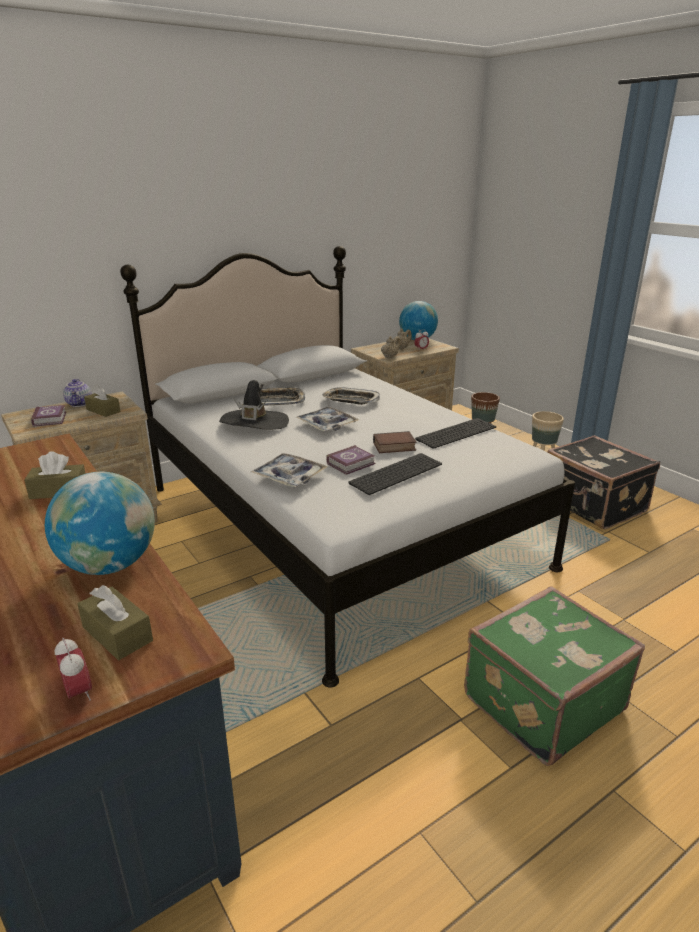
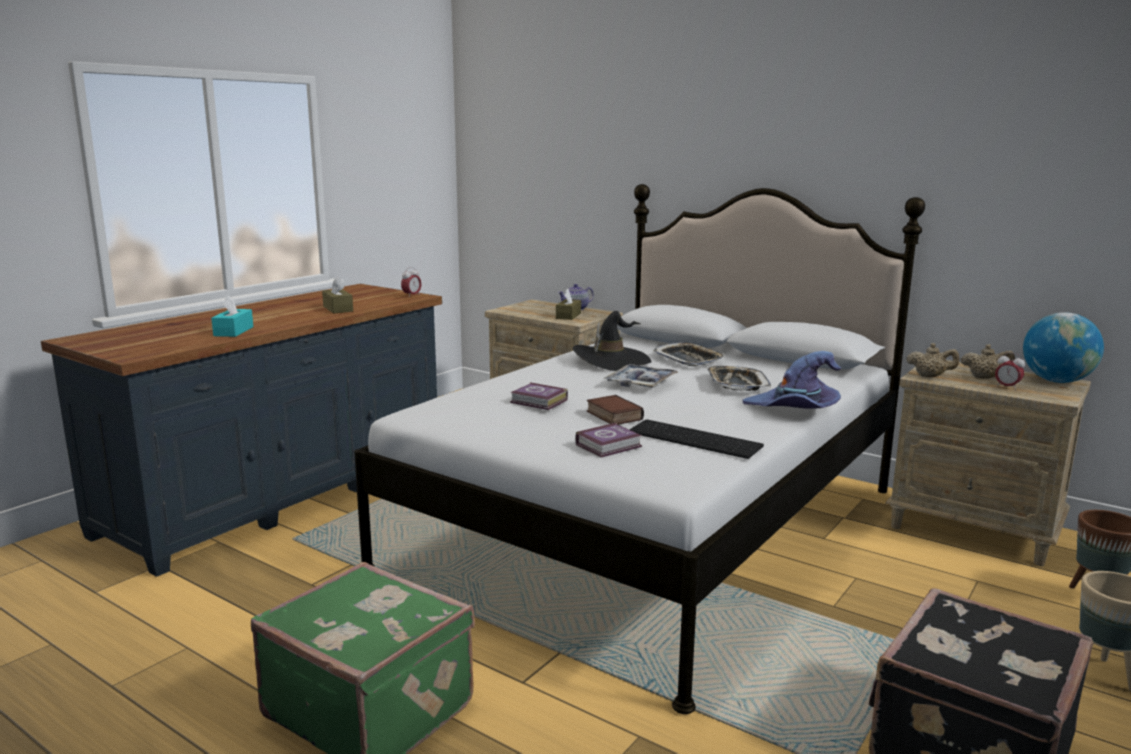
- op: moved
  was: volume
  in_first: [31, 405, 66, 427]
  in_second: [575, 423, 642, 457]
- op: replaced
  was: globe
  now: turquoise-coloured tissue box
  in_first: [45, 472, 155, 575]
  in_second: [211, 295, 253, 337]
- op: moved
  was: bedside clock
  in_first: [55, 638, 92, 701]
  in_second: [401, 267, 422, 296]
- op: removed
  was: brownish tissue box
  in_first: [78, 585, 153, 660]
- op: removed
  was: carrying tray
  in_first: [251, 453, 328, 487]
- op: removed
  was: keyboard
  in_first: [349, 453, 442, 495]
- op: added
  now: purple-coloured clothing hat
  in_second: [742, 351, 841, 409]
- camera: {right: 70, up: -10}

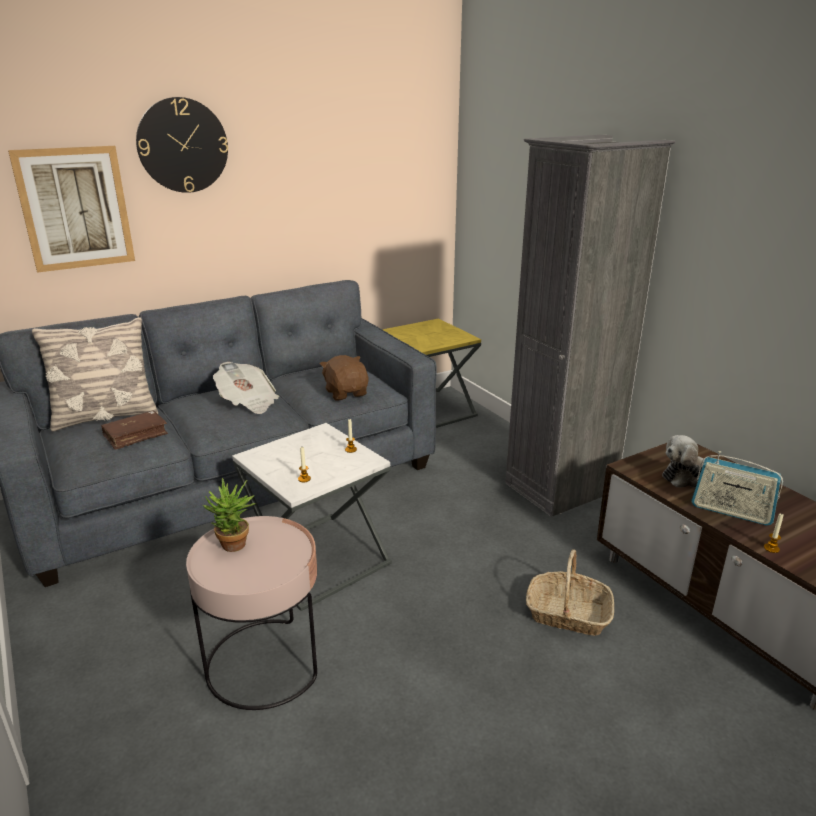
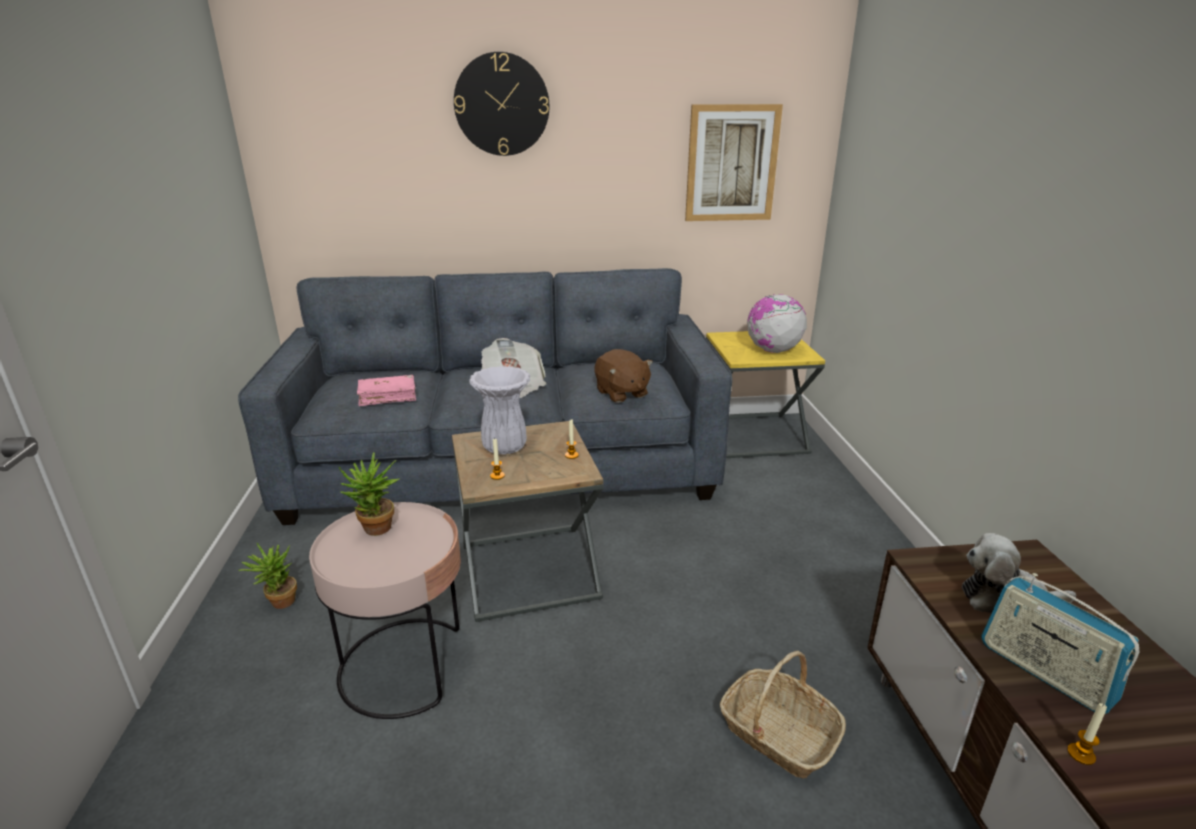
- op: moved
  was: wall picture
  in_first: [8, 146, 135, 273]
  in_second: [685, 104, 783, 221]
- op: removed
  was: beige-coloured cushion
  in_first: [32, 317, 158, 431]
- op: recoloured
  was: brownish volume
  now: pink-coloured volume
  in_first: [101, 410, 168, 450]
  in_second: [357, 375, 416, 406]
- op: recoloured
  was: whitish accent table
  now: brownish accent table
  in_first: [232, 423, 392, 611]
  in_second: [452, 421, 603, 622]
- op: turned
  was: brownish soft toy
  in_first: [320, 355, 369, 400]
  in_second: [594, 349, 653, 403]
  clockwise: 150
- op: removed
  was: greyish cabinet
  in_first: [505, 135, 676, 517]
- op: added
  now: plant in a pot
  in_second: [239, 543, 297, 609]
- op: added
  now: whitish flower vase
  in_second: [469, 366, 531, 455]
- op: added
  now: globe
  in_second: [747, 294, 807, 353]
- camera: {right: 25, up: 0}

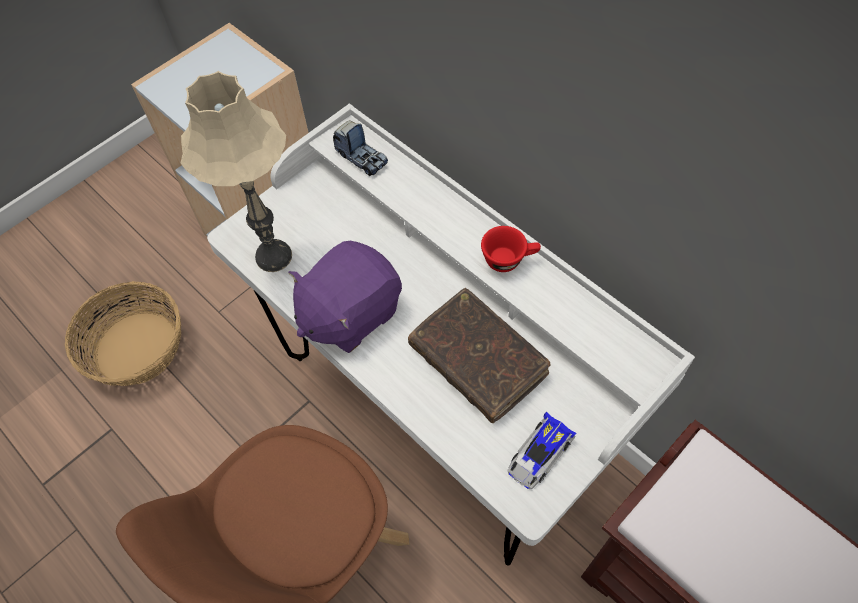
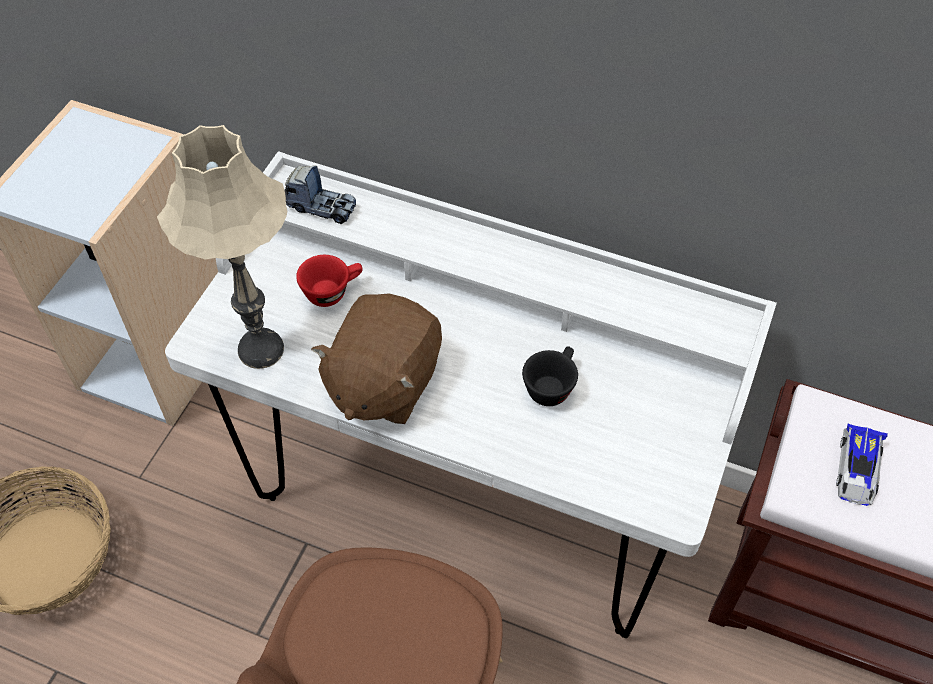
- op: recoloured
  was: purple-coloured soft toy
  now: brownish soft toy
  in_first: [289, 241, 402, 353]
  in_second: [311, 293, 442, 424]
- op: replaced
  was: brownish volume
  now: black-coloured drinking cup
  in_first: [408, 288, 551, 423]
  in_second: [522, 346, 578, 406]
- op: moved
  was: red-coloured drinking cup
  in_first: [481, 226, 541, 272]
  in_second: [296, 255, 363, 307]
- op: moved
  was: model car
  in_first: [508, 412, 576, 489]
  in_second: [836, 423, 888, 506]
- camera: {right: -25, up: -5}

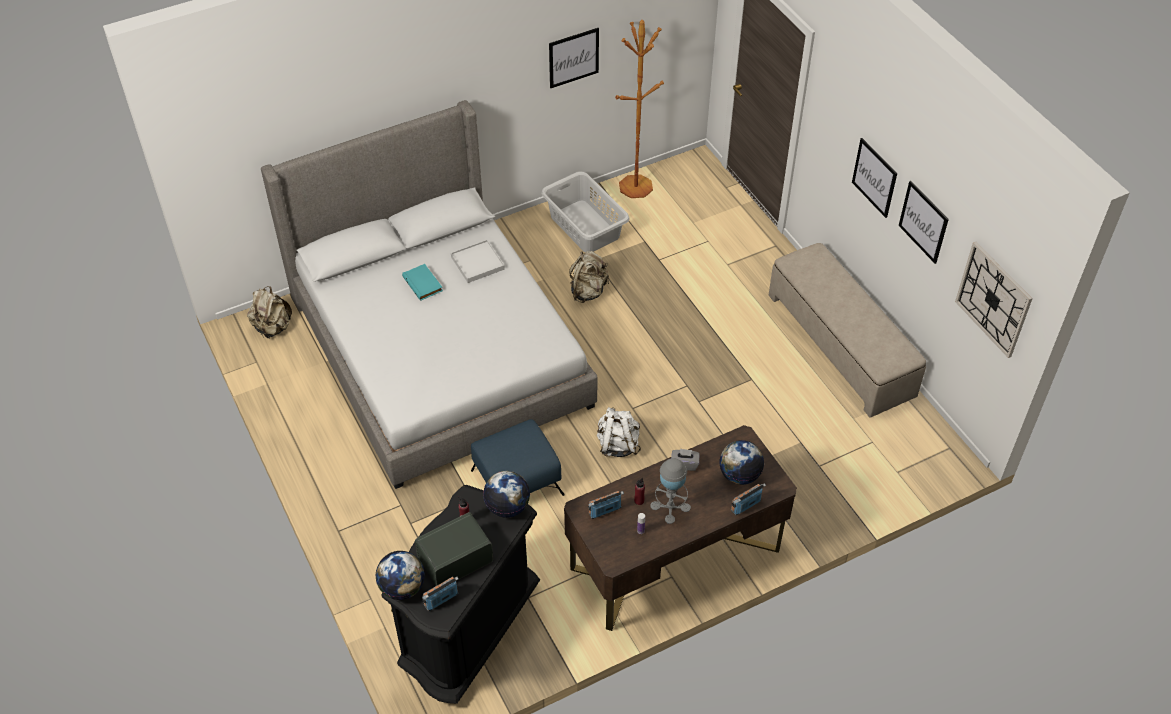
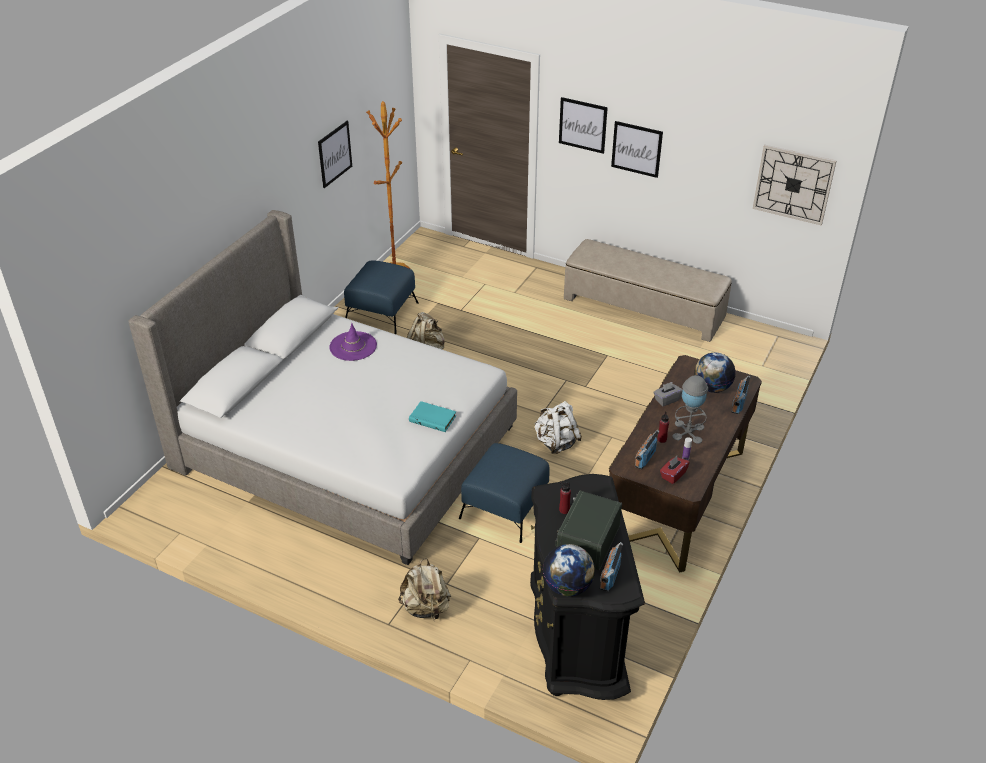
- op: moved
  was: beige-coloured backpack
  in_first: [247, 286, 292, 338]
  in_second: [398, 558, 451, 619]
- op: moved
  was: turquoise-coloured volume
  in_first: [402, 264, 443, 301]
  in_second: [409, 401, 457, 432]
- op: replaced
  was: whitish carrying tray
  now: purple-coloured clothing hat
  in_first: [451, 240, 505, 283]
  in_second: [329, 323, 377, 361]
- op: removed
  was: globe
  in_first: [483, 471, 530, 518]
- op: replaced
  was: greyish hamper
  now: bluish ottoman
  in_first: [541, 171, 630, 252]
  in_second: [344, 261, 418, 334]
- op: moved
  was: wall picture
  in_first: [899, 181, 949, 264]
  in_second: [559, 97, 608, 154]
- op: added
  now: red-coloured tissue box
  in_second: [660, 456, 690, 484]
- camera: {right: -35, up: -10}

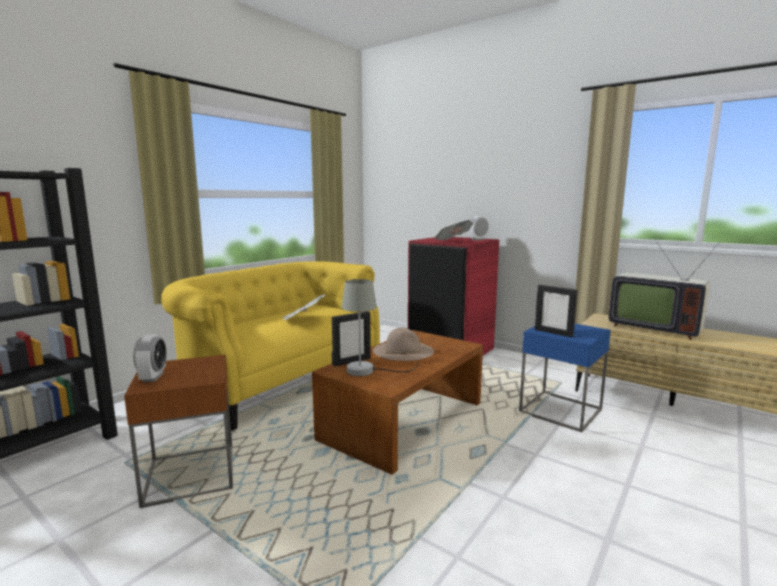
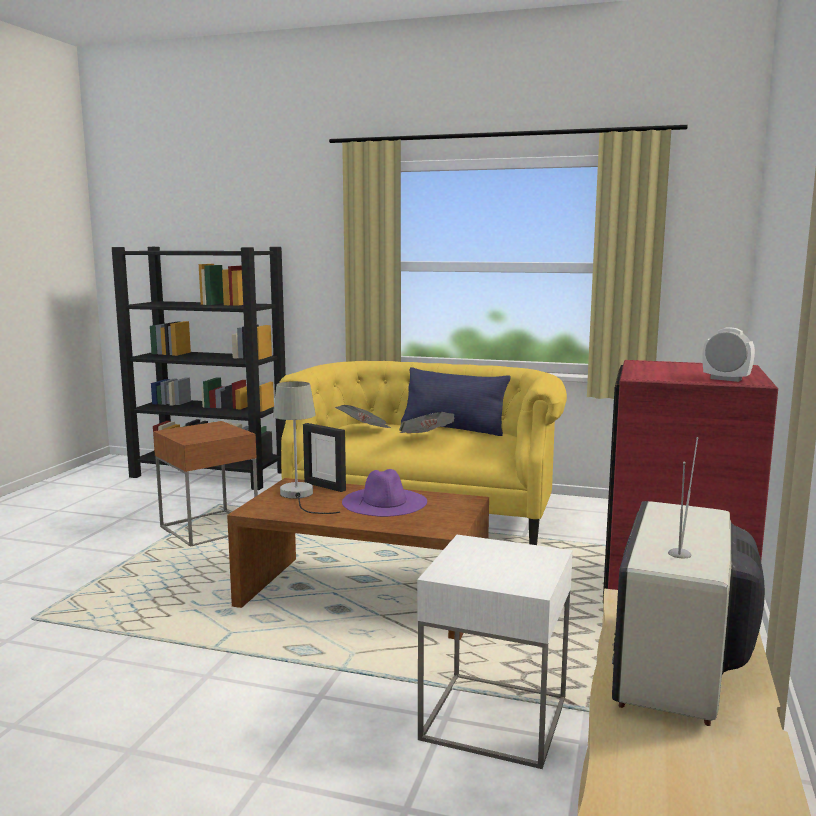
- op: removed
  was: bedside clock
  in_first: [133, 334, 167, 382]
- op: recoloured
  was: beige-coloured clothing hat
  now: purple-coloured clothing hat
  in_first: [373, 327, 434, 361]
  in_second: [342, 469, 427, 517]
- op: moved
  was: daily paper
  in_first: [434, 220, 474, 240]
  in_second: [335, 405, 392, 428]
- op: recoloured
  was: bluish accent table
  now: whitish accent table
  in_first: [519, 324, 611, 432]
  in_second: [417, 535, 573, 769]
- op: removed
  was: standing frame
  in_first: [535, 285, 578, 338]
- op: added
  now: bluish cushion
  in_second: [401, 367, 511, 436]
- camera: {right: 70, up: 0}

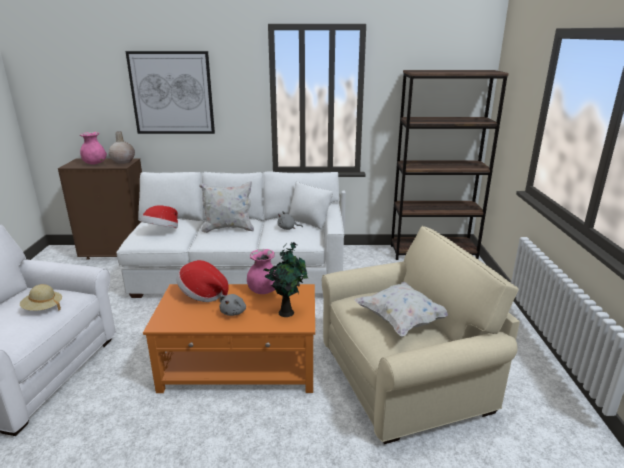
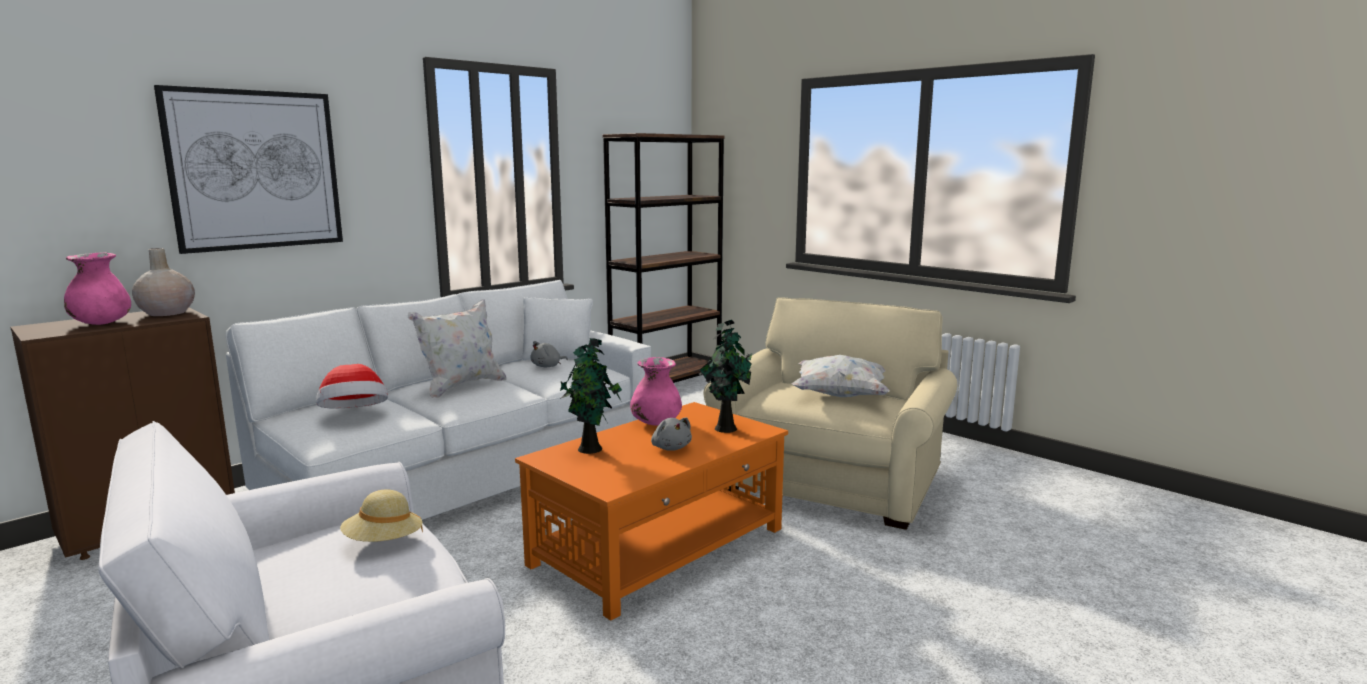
- op: replaced
  was: clothing hat
  now: plant in a pot
  in_first: [176, 260, 229, 302]
  in_second: [560, 338, 622, 454]
- camera: {right: -45, up: -10}

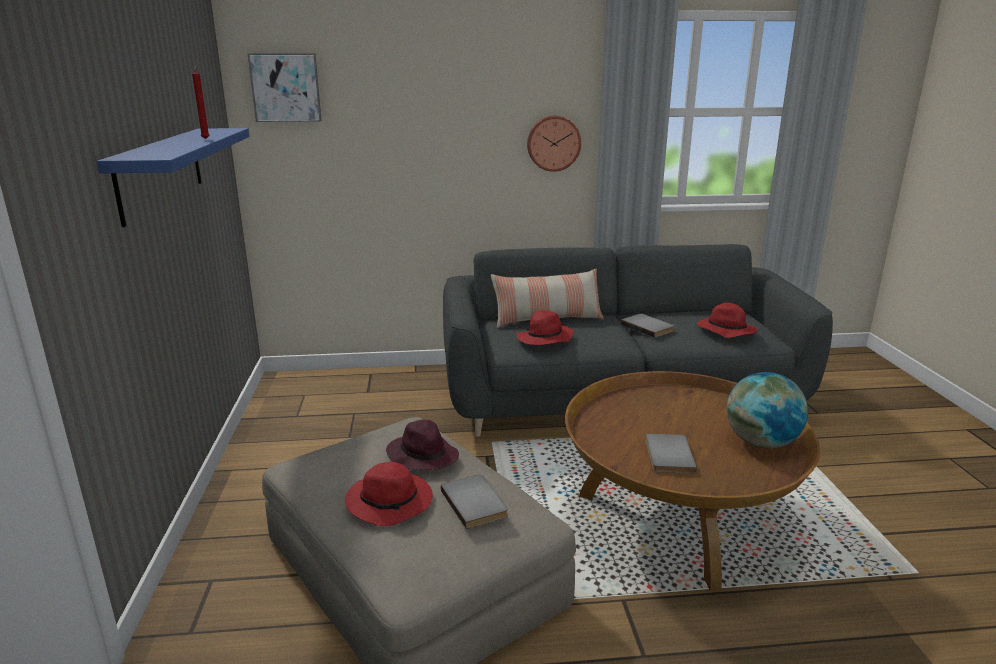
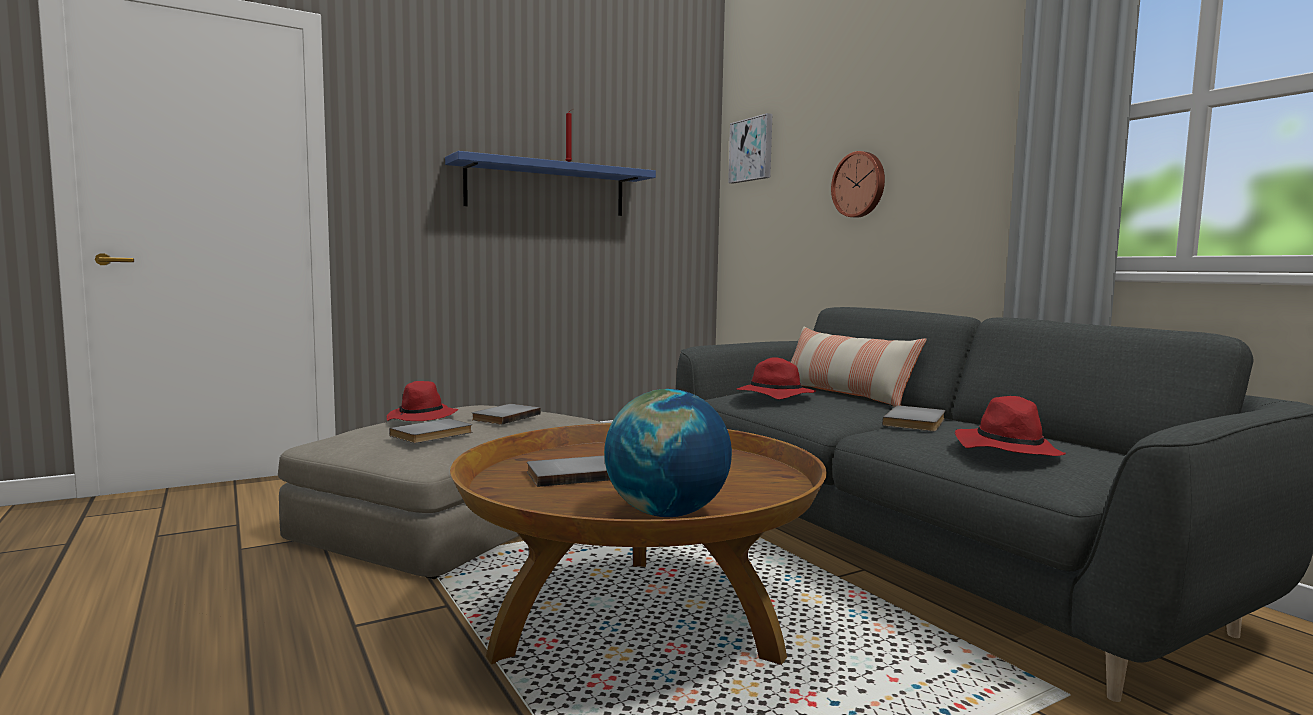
- op: replaced
  was: purple-coloured clothing hat
  now: greyish volume
  in_first: [386, 420, 459, 470]
  in_second: [472, 404, 541, 425]
- op: moved
  was: hanging clock
  in_first: [527, 116, 581, 172]
  in_second: [831, 151, 885, 218]
- camera: {right: 65, up: -15}

